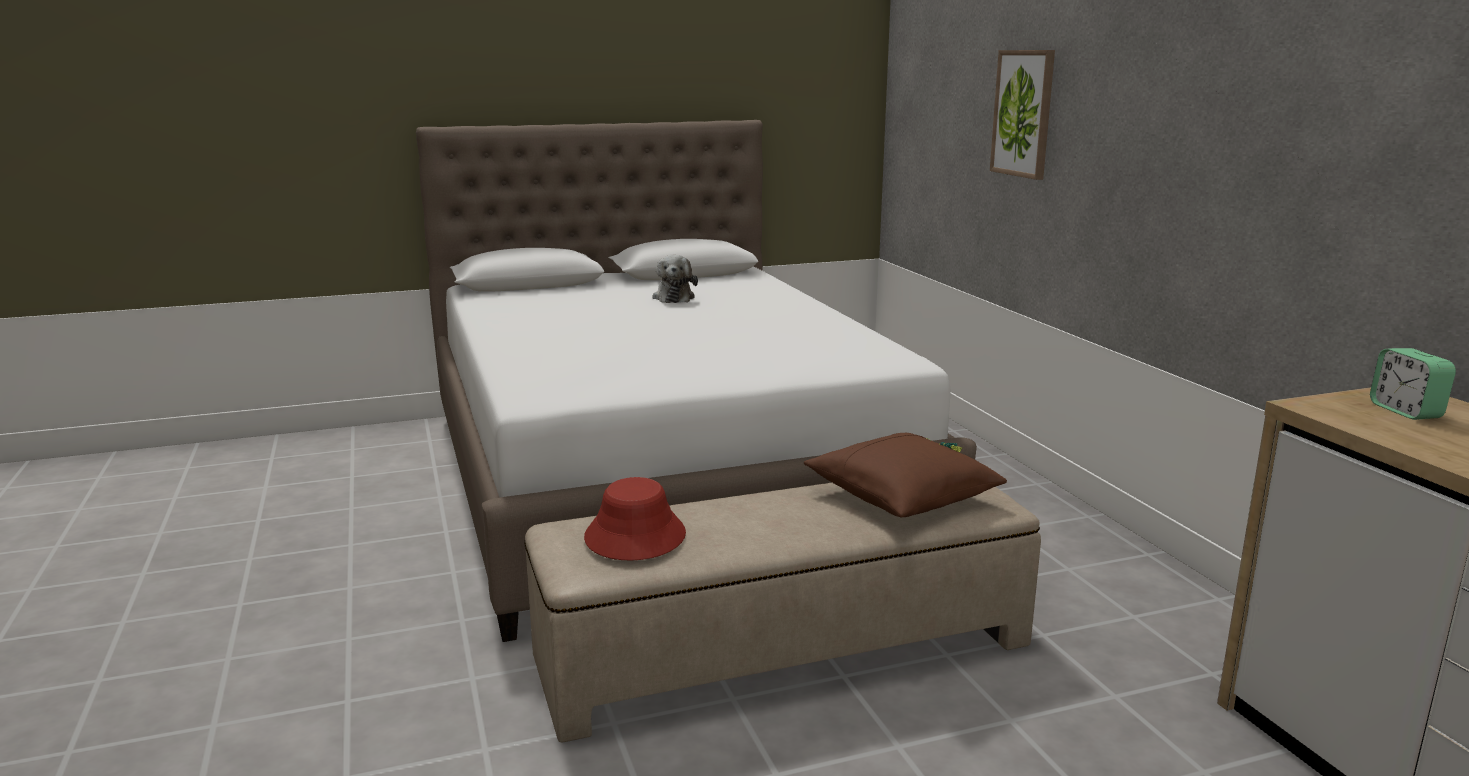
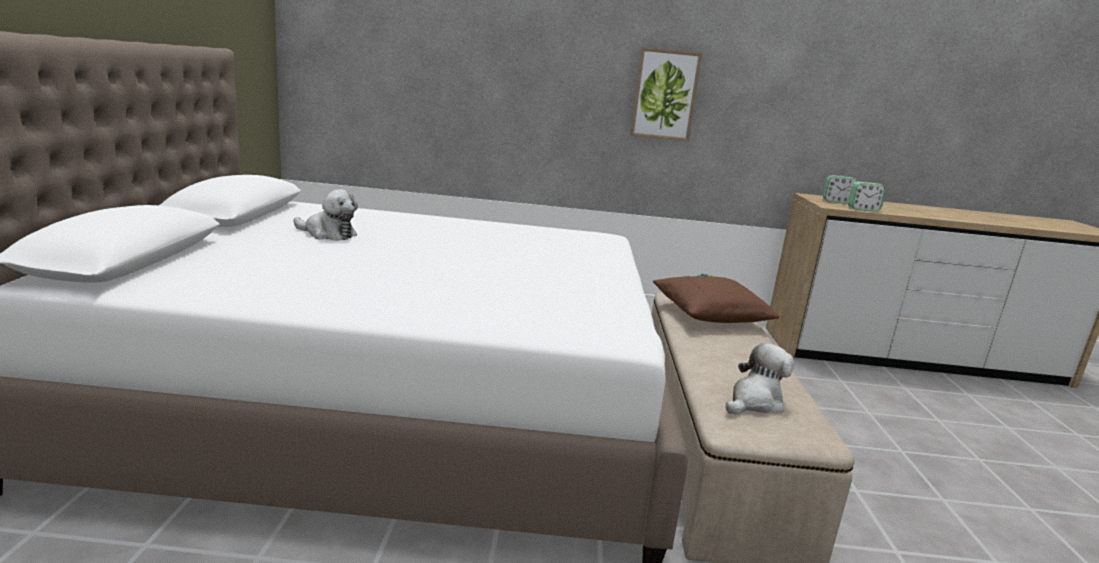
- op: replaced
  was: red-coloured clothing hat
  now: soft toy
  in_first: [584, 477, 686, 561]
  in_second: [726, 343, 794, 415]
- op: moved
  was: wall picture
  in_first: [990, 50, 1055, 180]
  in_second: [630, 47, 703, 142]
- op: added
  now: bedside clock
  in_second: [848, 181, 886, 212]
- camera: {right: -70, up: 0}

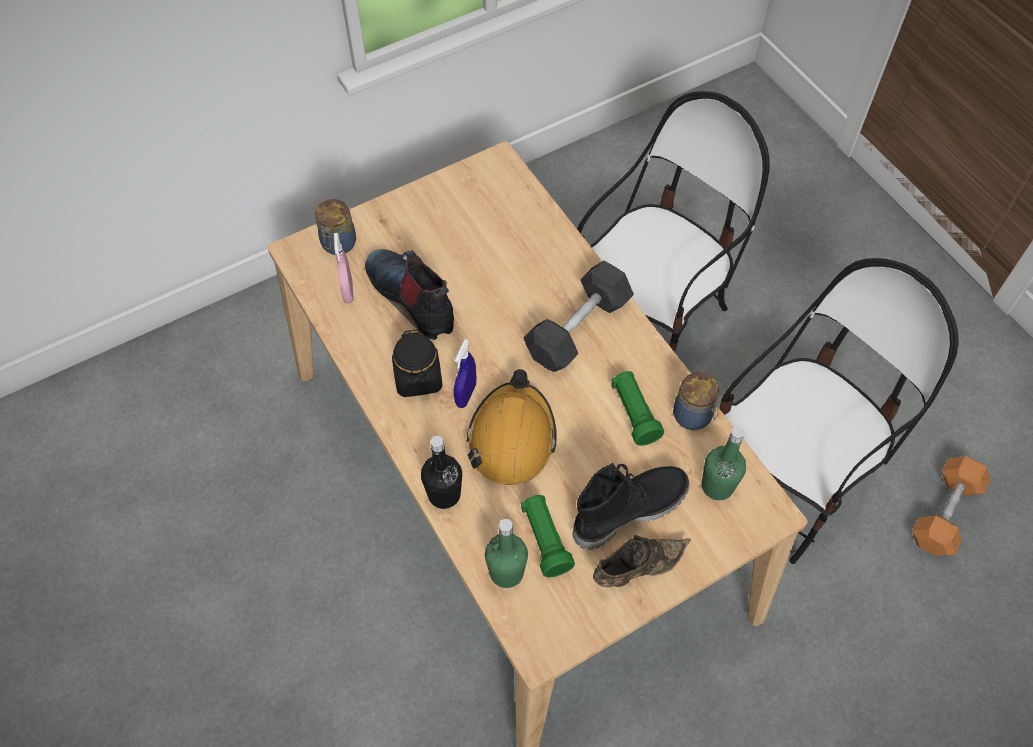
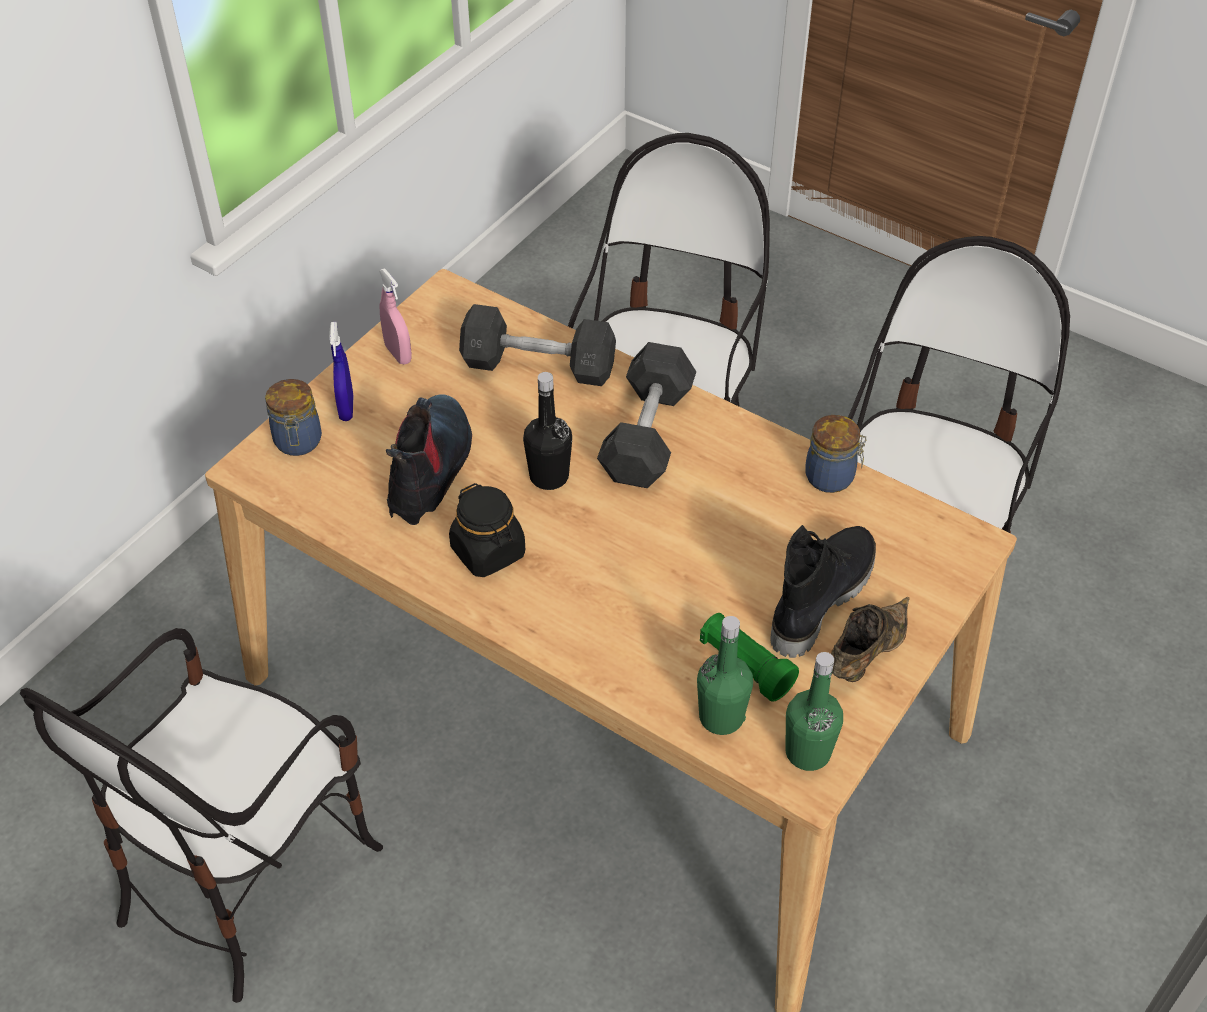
- op: moved
  was: pink-coloured hand sprayer
  in_first: [333, 233, 354, 304]
  in_second: [379, 269, 412, 364]
- op: turned
  was: tall boot
  in_first: [365, 249, 454, 340]
  in_second: [386, 394, 472, 525]
  clockwise: 75
- op: moved
  was: black-coloured bottle
  in_first: [421, 436, 462, 509]
  in_second: [523, 372, 572, 490]
- op: moved
  was: bluish hand sprayer
  in_first: [454, 339, 477, 408]
  in_second: [329, 322, 354, 421]
- op: removed
  was: orange work helmet
  in_first: [467, 369, 557, 485]
- op: removed
  was: green hand torch
  in_first: [611, 371, 664, 446]
- op: moved
  was: green bottle
  in_first: [702, 427, 746, 500]
  in_second: [785, 652, 843, 771]
- op: removed
  was: orange dumbbell
  in_first: [912, 456, 990, 556]
- op: added
  now: upright chair
  in_second: [20, 628, 383, 1003]
- op: added
  now: greyish dumbbell
  in_second: [459, 304, 616, 386]
- camera: {right: -25, up: -10}

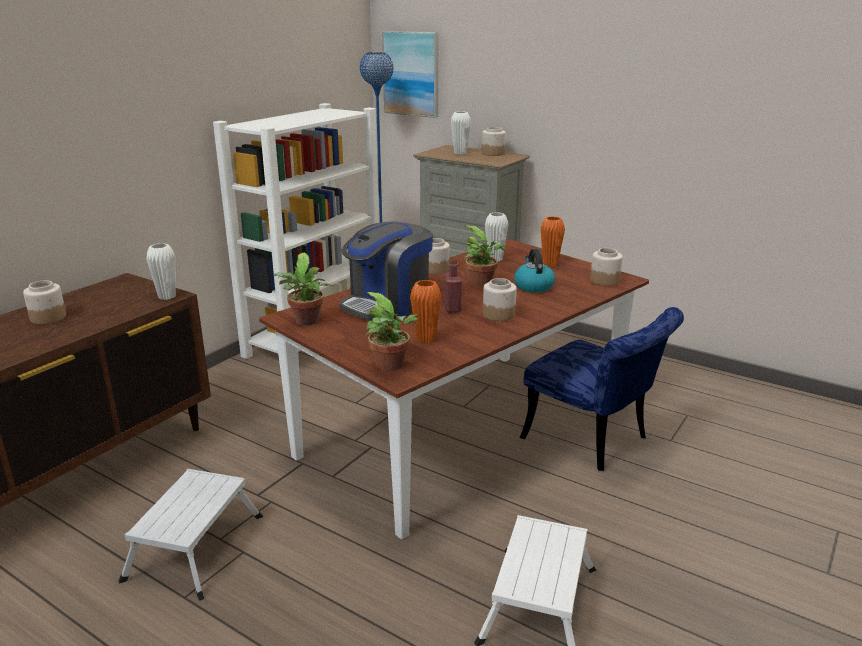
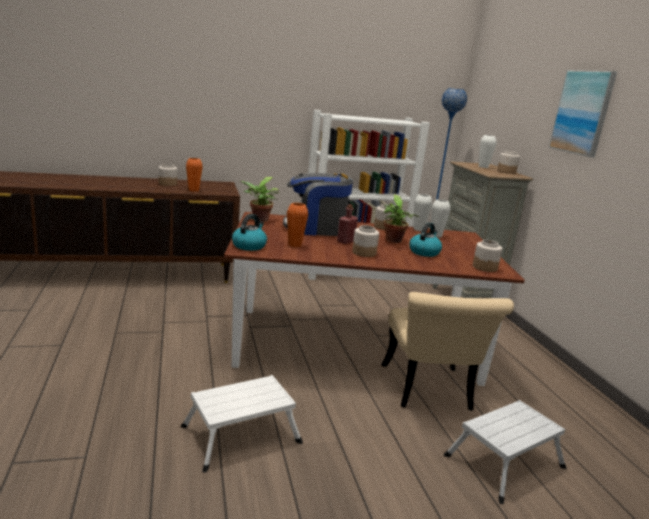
- op: moved
  was: whitish stepladder
  in_first: [119, 469, 263, 601]
  in_second: [444, 400, 567, 504]
- op: moved
  was: whitish flower vase
  in_first: [146, 243, 176, 300]
  in_second: [414, 194, 432, 231]
- op: replaced
  was: plant in a pot
  now: water kettle
  in_first: [365, 292, 419, 371]
  in_second: [232, 214, 267, 251]
- op: moved
  was: wall picture
  in_first: [382, 31, 438, 118]
  in_second: [548, 70, 617, 158]
- op: recoloured
  was: bluish upright chair
  now: beige-coloured upright chair
  in_first: [520, 307, 684, 471]
  in_second: [381, 292, 514, 411]
- op: moved
  was: orange flower vase
  in_first: [541, 216, 565, 267]
  in_second: [186, 158, 203, 192]
- camera: {right: 40, up: -5}

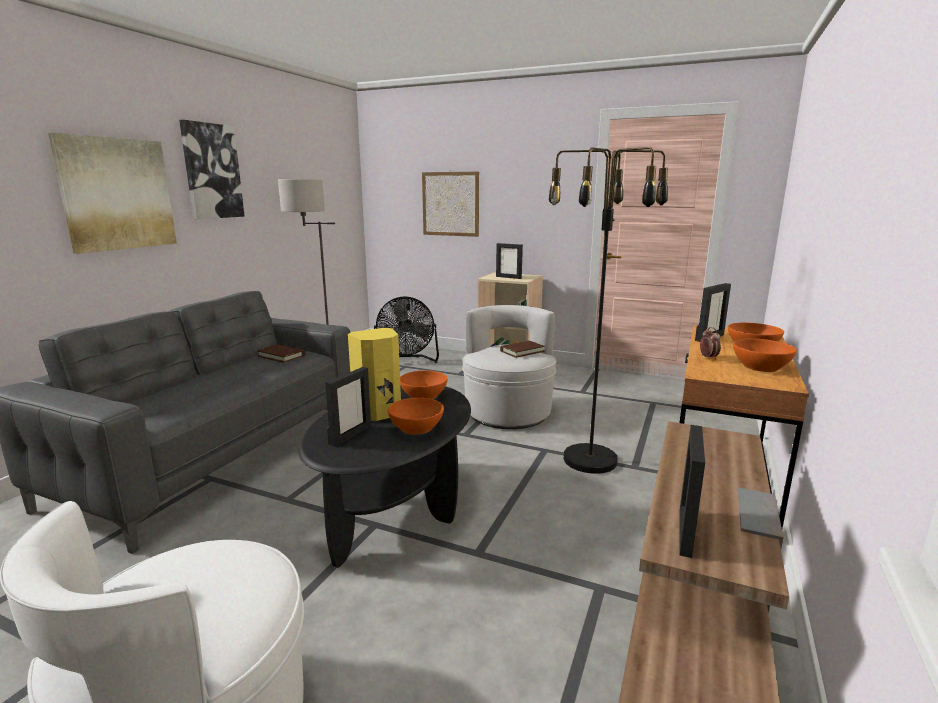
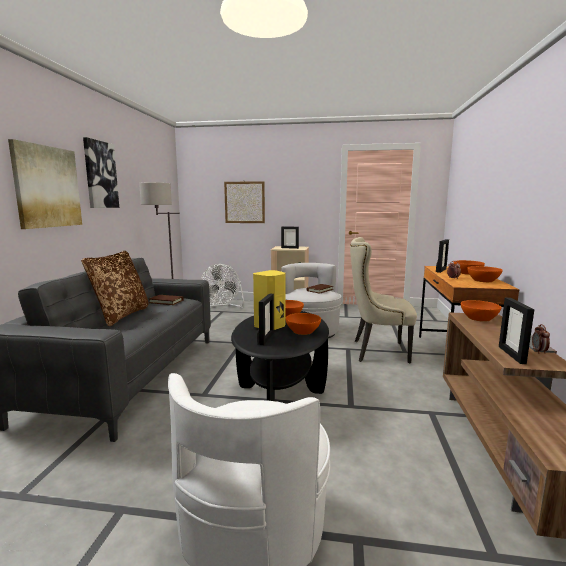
- op: recoloured
  was: black-coloured fan
  now: whitish fan
  in_first: [374, 297, 439, 363]
  in_second: [201, 264, 244, 308]
- op: replaced
  was: standing lamp
  now: beige-coloured upright chair
  in_first: [549, 147, 668, 474]
  in_second: [350, 237, 417, 363]
- op: added
  now: brownish cushion
  in_second: [81, 251, 148, 326]
- op: added
  now: orange serving bowl
  in_second: [461, 300, 501, 322]
- op: added
  now: bedside clock
  in_second: [532, 324, 550, 354]
- camera: {right: -15, up: -5}

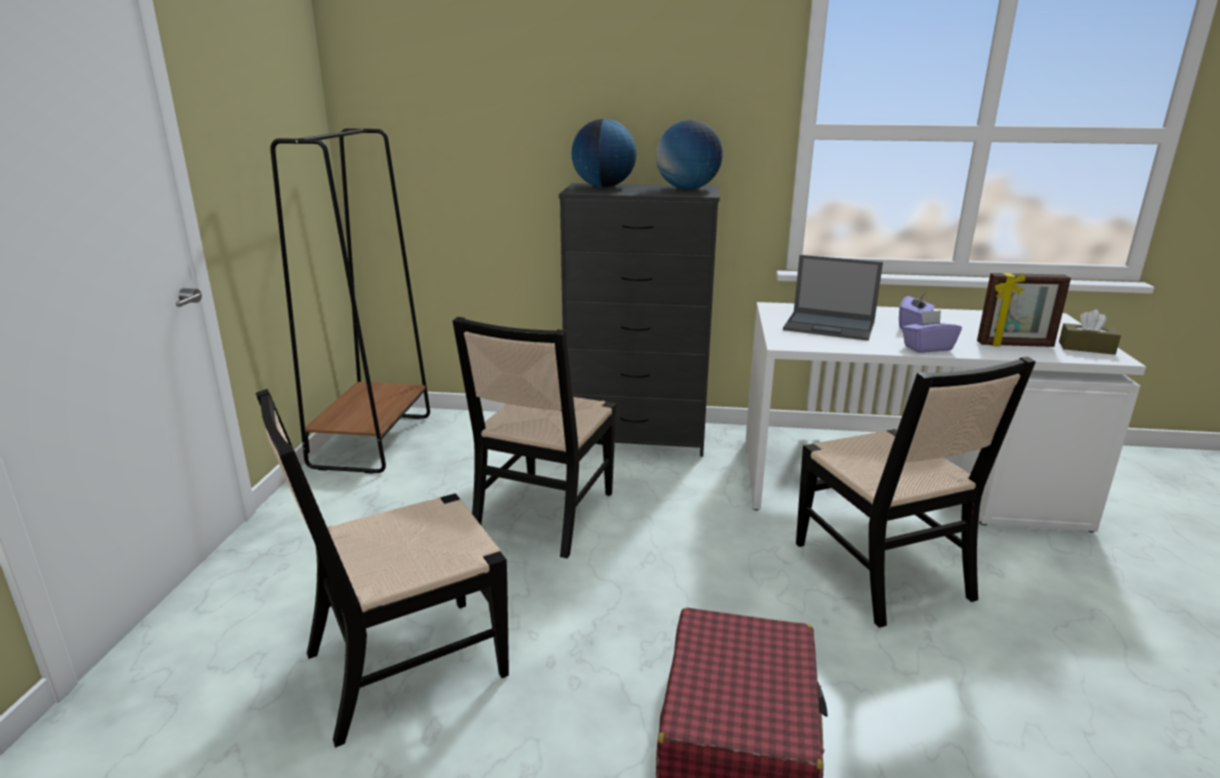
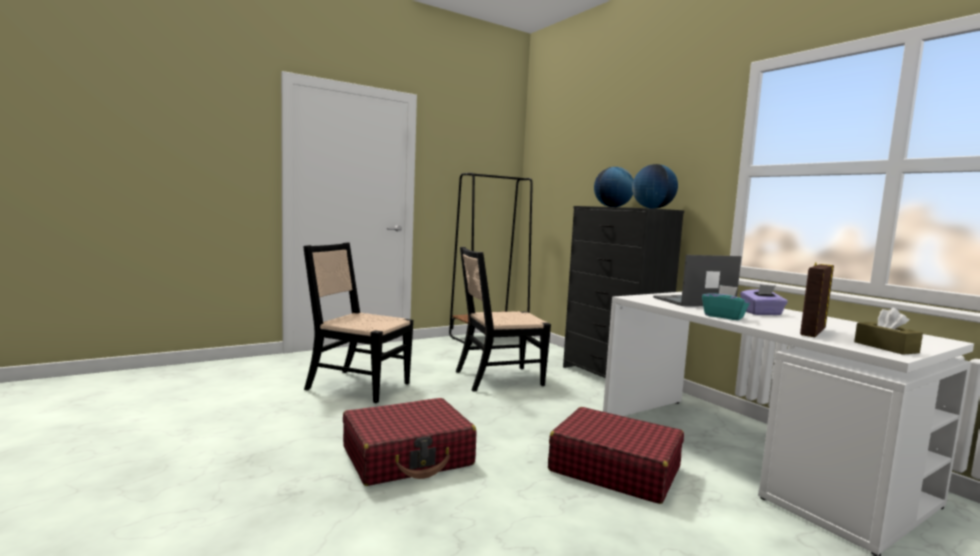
- op: turned
  was: portable computer
  in_first: [783, 255, 883, 341]
  in_second: [653, 255, 741, 306]
  clockwise: 90
- op: replaced
  was: upright chair
  now: red-coloured travel case
  in_first: [796, 356, 1036, 628]
  in_second: [548, 407, 684, 504]
- op: recoloured
  was: purple-coloured tissue box
  now: turquoise-coloured tissue box
  in_first: [902, 310, 962, 353]
  in_second: [702, 285, 749, 320]
- op: turned
  was: standing frame
  in_first: [977, 273, 1071, 347]
  in_second: [800, 262, 834, 337]
  clockwise: 75
- camera: {right: 50, up: -15}

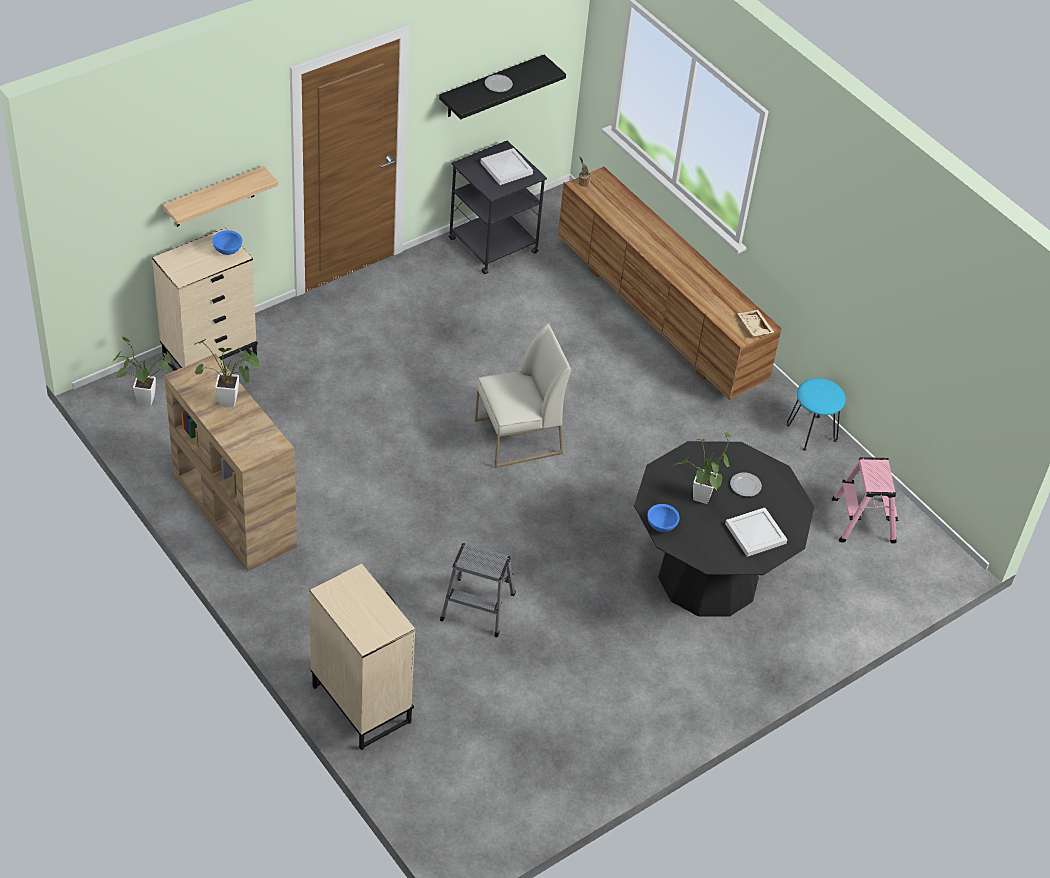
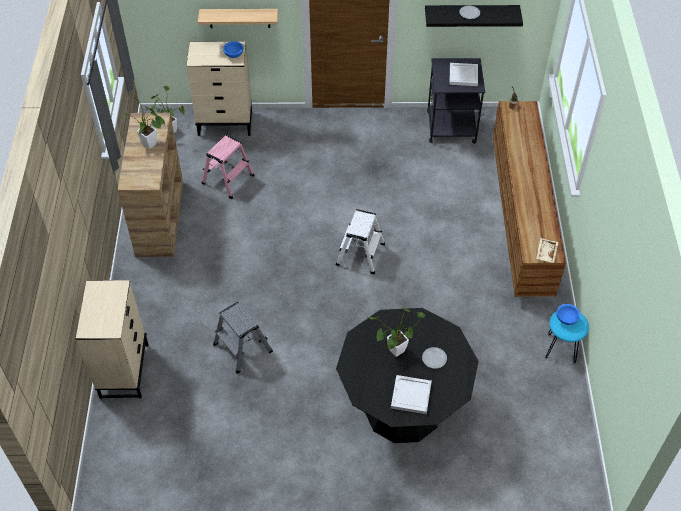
- op: replaced
  was: whitish upright chair
  now: whitish stepladder
  in_first: [475, 323, 571, 468]
  in_second: [335, 209, 385, 275]
- op: moved
  was: bluish serving bowl
  in_first: [647, 504, 680, 532]
  in_second: [557, 304, 580, 325]
- op: moved
  was: pink-coloured stepladder
  in_first: [832, 457, 898, 543]
  in_second: [202, 134, 255, 199]
- camera: {right: 40, up: 5}

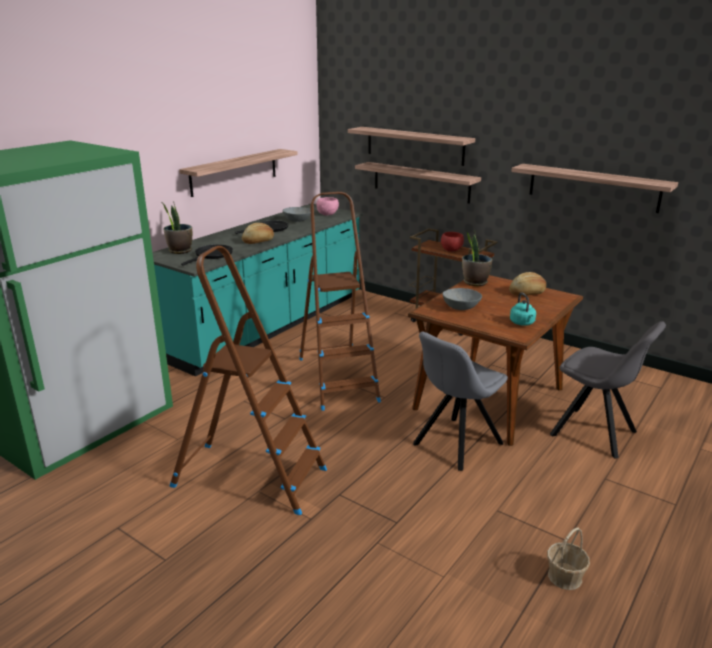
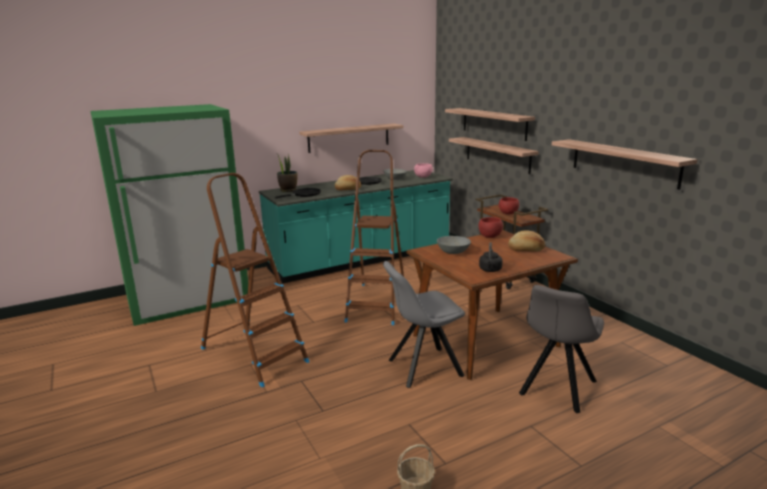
- op: replaced
  was: plant in a pot
  now: red-coloured serving bowl
  in_first: [462, 230, 492, 286]
  in_second: [479, 217, 503, 238]
- op: recoloured
  was: turquoise-coloured water kettle
  now: black-coloured water kettle
  in_first: [510, 293, 536, 326]
  in_second: [479, 242, 503, 272]
- op: turned
  was: greyish upright chair
  in_first: [550, 321, 666, 459]
  in_second: [519, 285, 604, 413]
  clockwise: 60
- camera: {right: 25, up: -5}

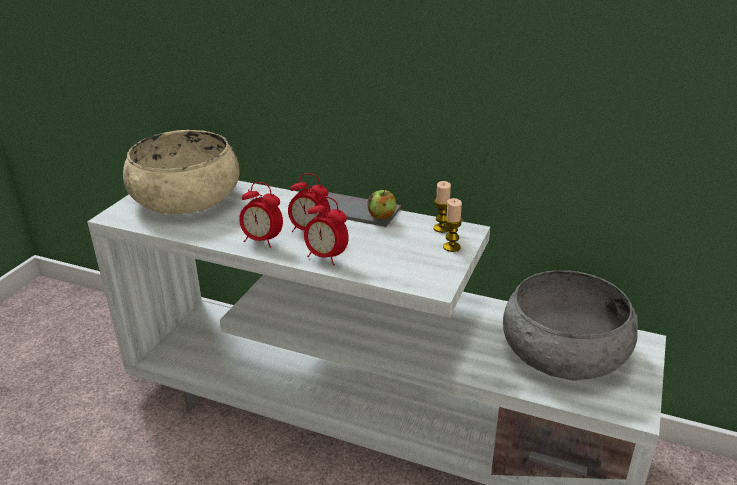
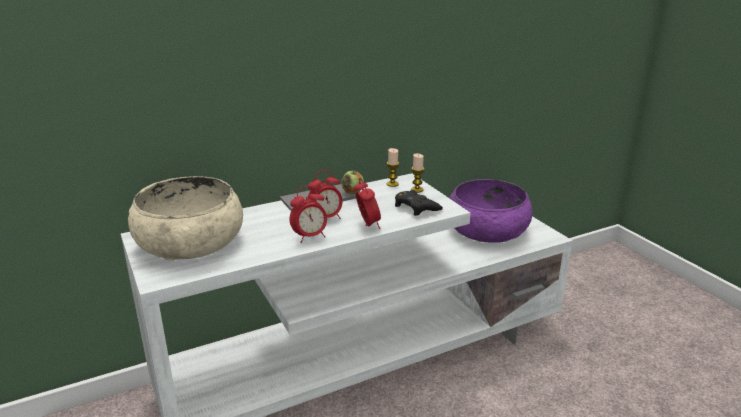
- op: turned
  was: bedside clock
  in_first: [304, 196, 349, 266]
  in_second: [354, 178, 381, 229]
  clockwise: -90
- op: recoloured
  was: greyish serving bowl
  now: purple-coloured serving bowl
  in_first: [503, 270, 638, 381]
  in_second: [450, 179, 532, 243]
- op: added
  now: black-coloured joypad
  in_second: [395, 190, 443, 216]
- camera: {right: -50, up: -5}

